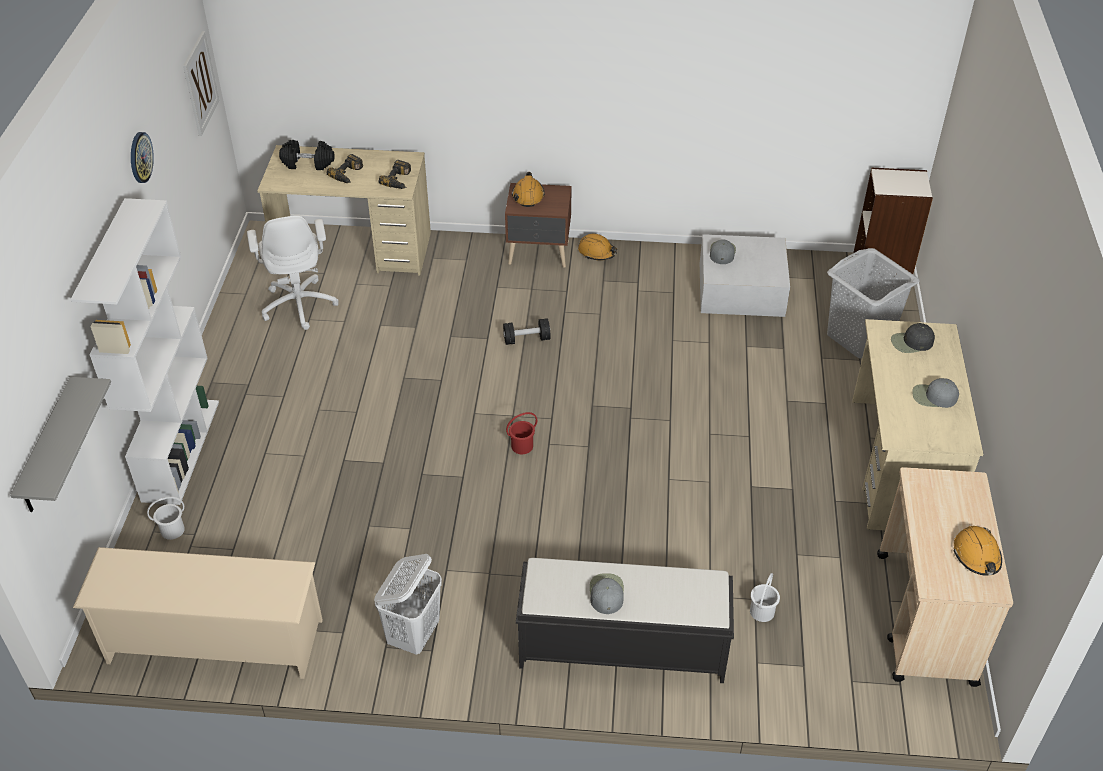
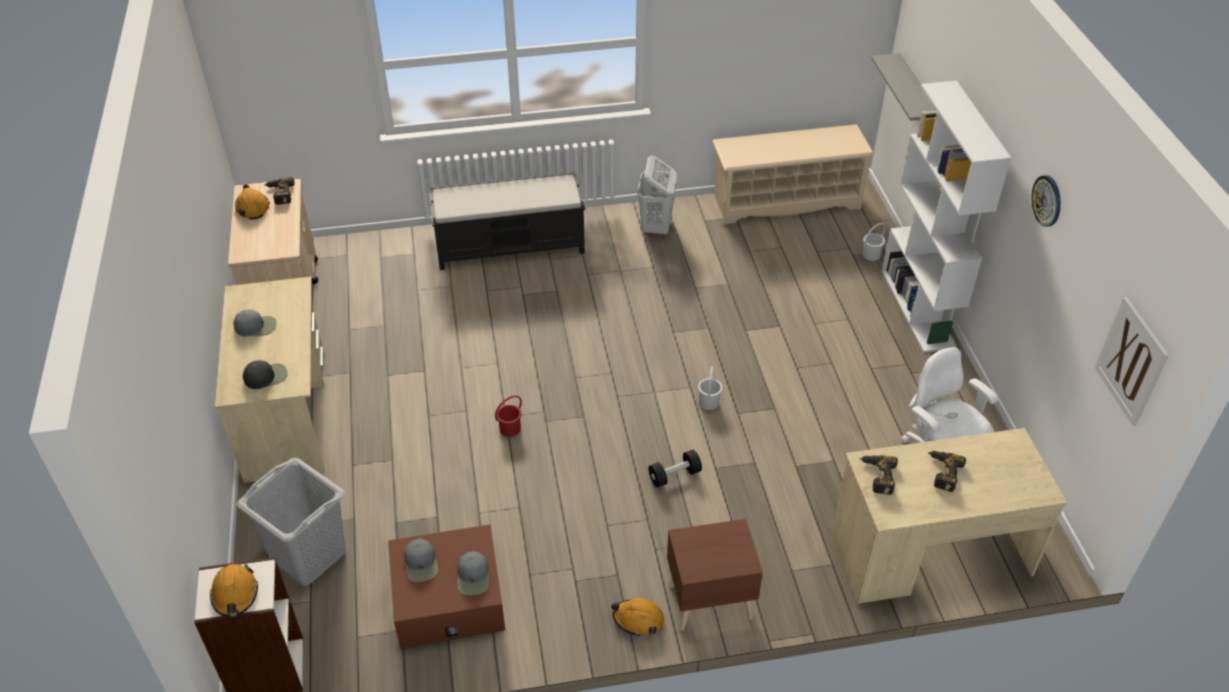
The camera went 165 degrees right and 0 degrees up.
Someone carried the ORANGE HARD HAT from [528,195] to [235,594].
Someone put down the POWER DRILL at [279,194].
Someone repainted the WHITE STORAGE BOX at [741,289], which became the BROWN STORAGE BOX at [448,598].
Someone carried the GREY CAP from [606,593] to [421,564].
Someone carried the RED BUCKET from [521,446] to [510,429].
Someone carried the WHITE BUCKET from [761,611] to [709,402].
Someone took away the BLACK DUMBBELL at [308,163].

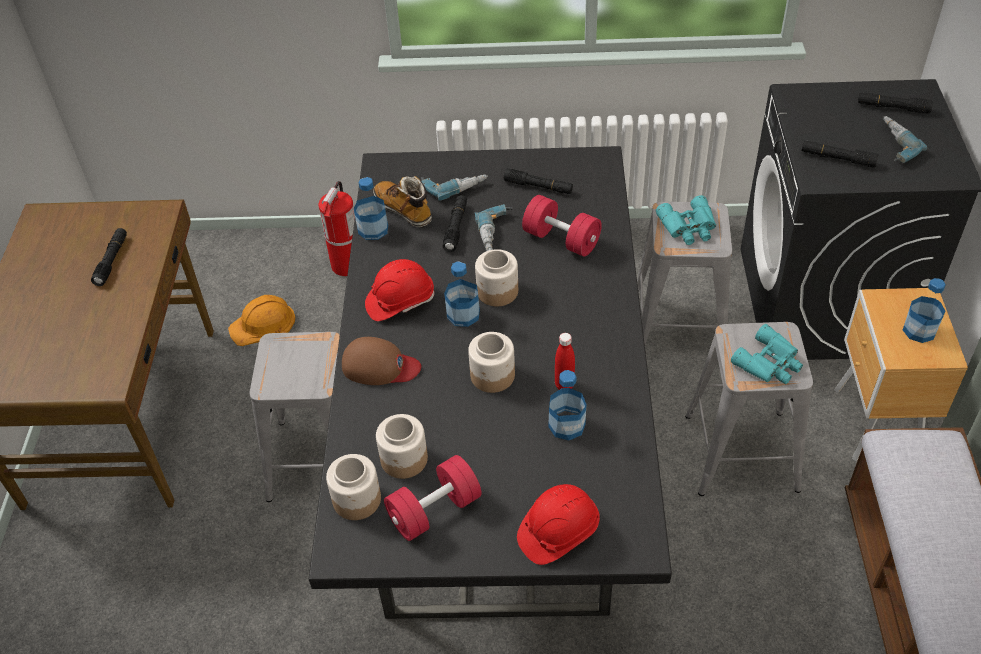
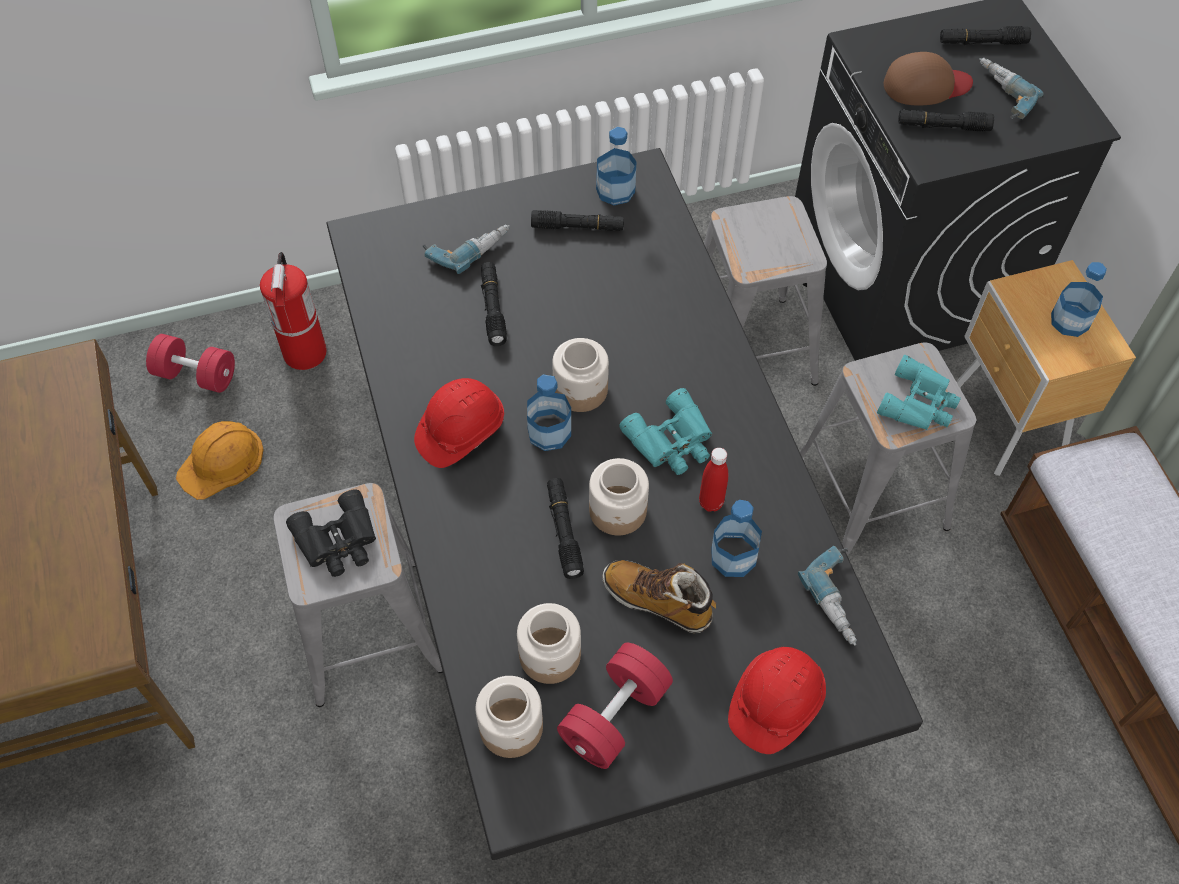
The camera went 20 degrees left and 10 degrees up.
Someone carried the RED DUMBBELL from [561,239] to [196,375].
Someone put down the BLACK BINOCULARS at [338,542].
Someone carried the BLACK FLASHLIGHT from [112,261] to [564,531].
Someone carried the BOTTLE from [373,229] to [615,190].
Someone carried the BOOT from [404,210] to [658,601].
Someone carried the TURQUOISE BINOCULARS from [689,227] to [672,441].
Someone carried the POWER DRILL from [497,235] to [842,599].
Someone carried the BROWN CAP from [380,366] to [925,85].

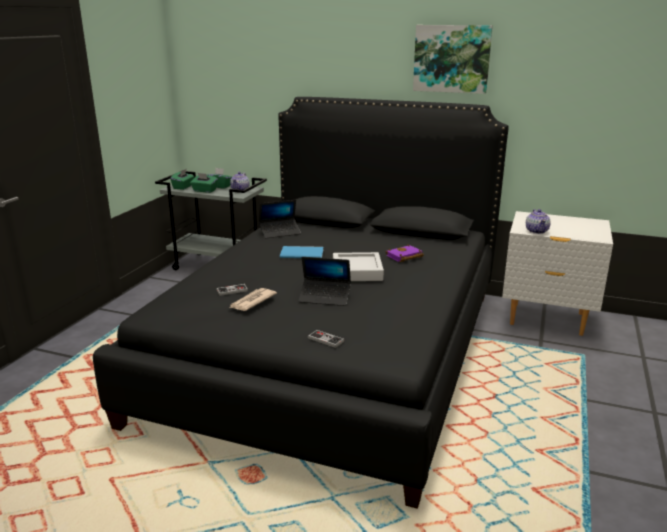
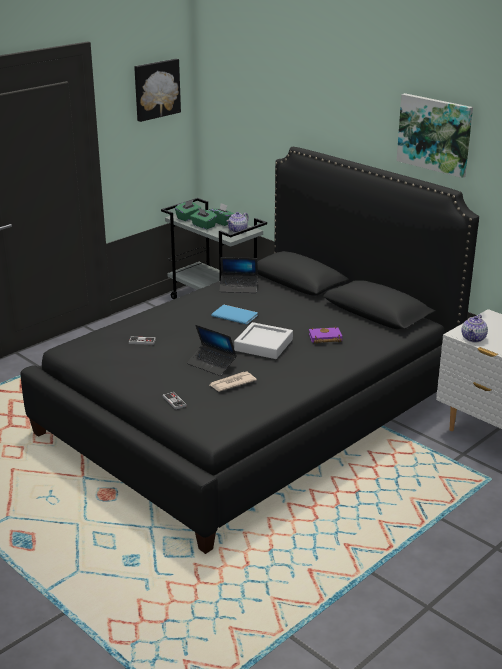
The camera went 25 degrees right and 5 degrees up.
Someone put up the PICTURE at [156,89].
Someone carried the NEWSPAPER from [252,301] to [232,383].

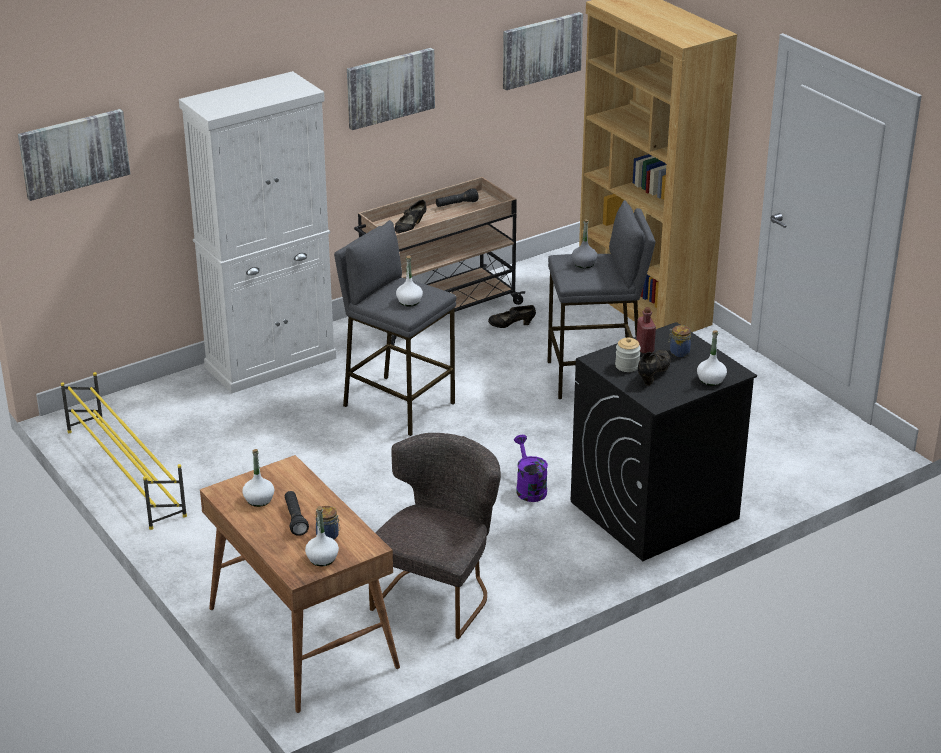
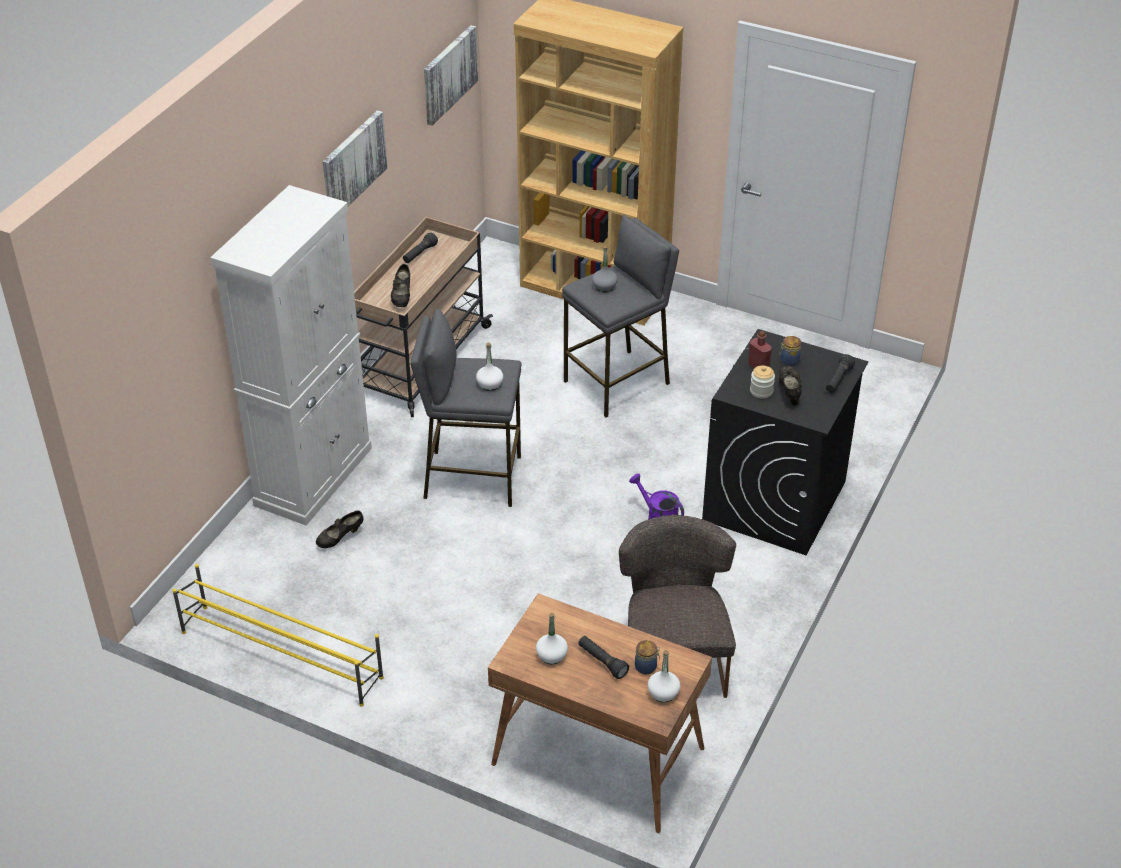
The camera went 30 degrees left and 10 degrees up.
Someone carried the BLACK SHOE from [511,325] to [340,538].
Someone swapped the WHITE BOTTLE at [710,380] for the BLACK FLASHLIGHT at [838,380].
Someone took away the PICTURE at [74,153].

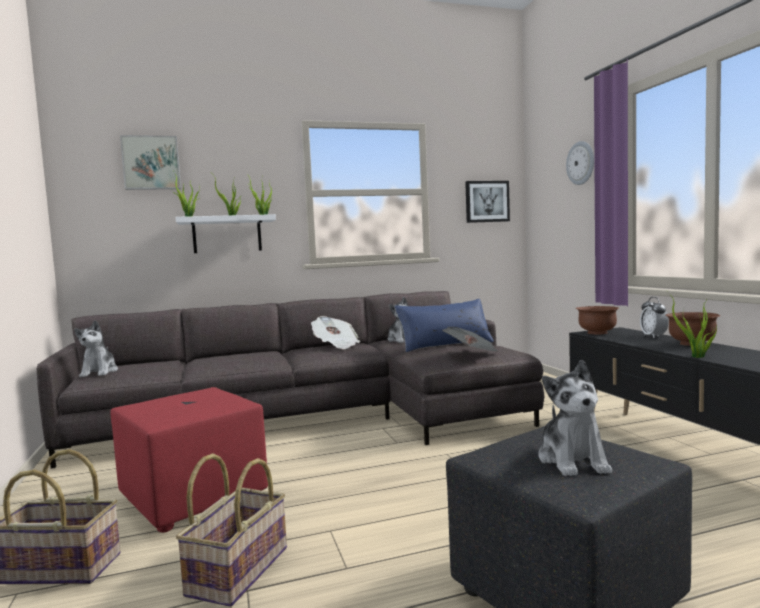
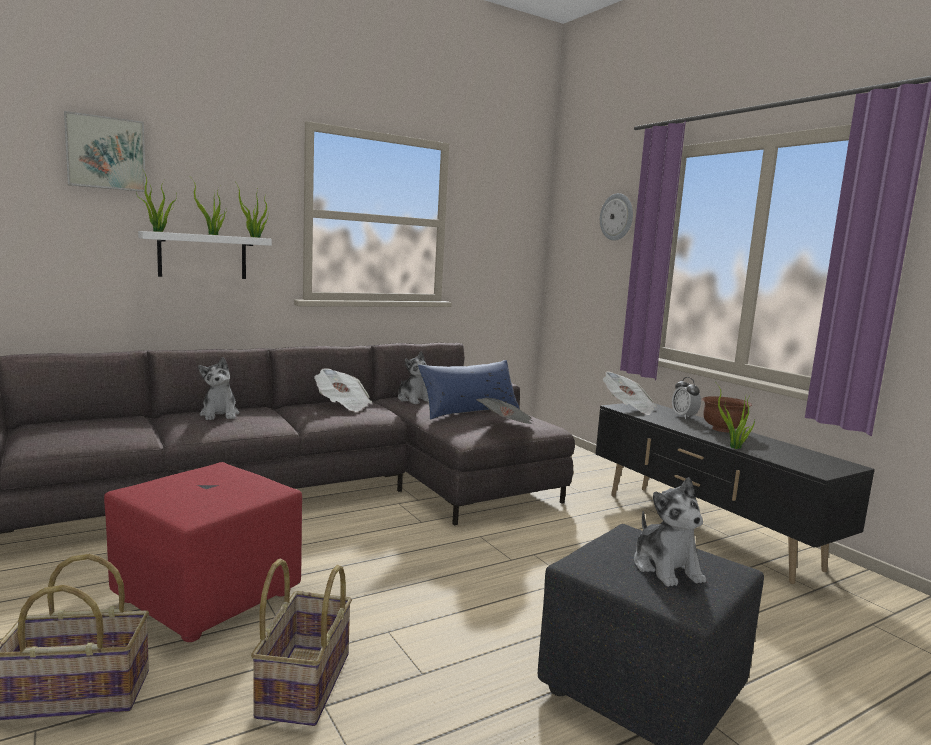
The camera went 15 degrees left and 5 degrees up.
Someone carried the PLUSH TOY from [99,372] to [220,414].
Someone swapped the BROWN BOWL at [597,333] for the NEWSPAPER at [628,408].
Someone took away the PICTURE at [487,201].

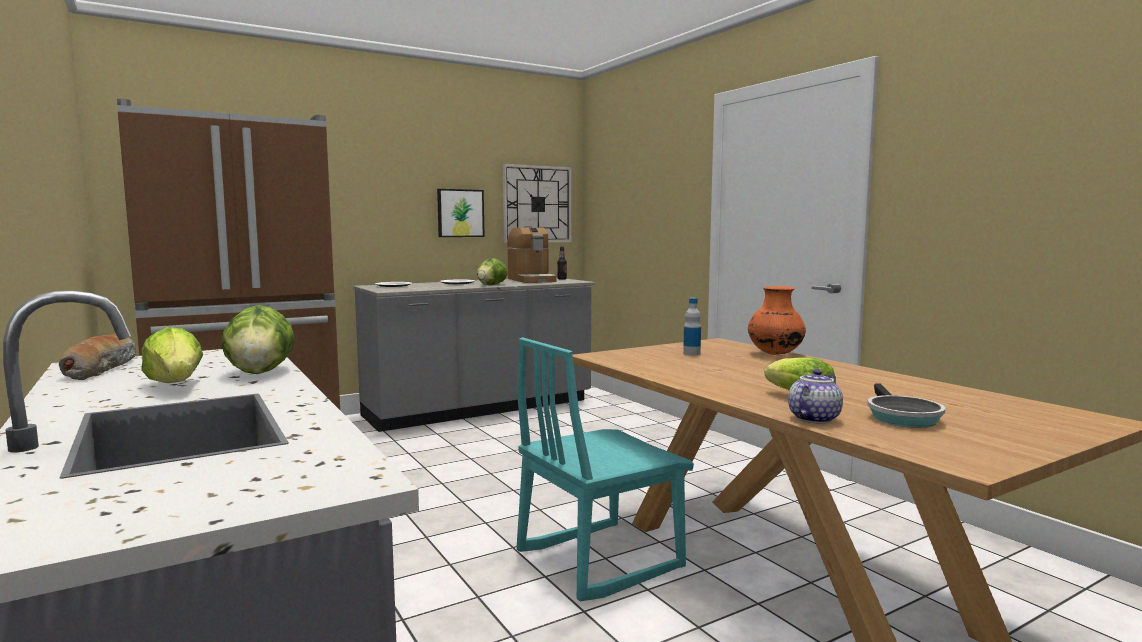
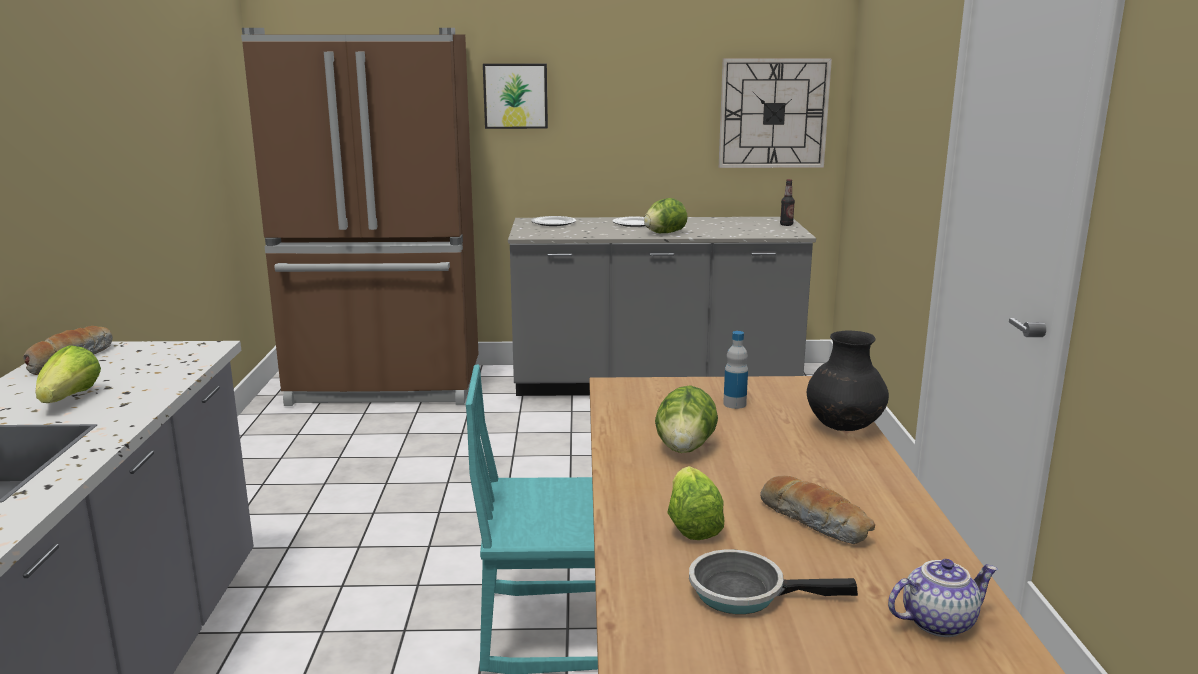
The camera went 30 degrees right and 10 degrees up.
Someone carried the PICTURE from [460,213] to [515,96].
Someone carried the LETTUCE from [260,372] to [685,448].
Someone rotated the FRYING PAN at [901,417] by 60 degrees clockwise.
Someone put down the BREAD at [816,522].
Someone repainted the ORANGE VASE at [775,354], which became the BLACK VASE at [843,427].
Someone carried the TEAPOT from [813,418] to [938,622].
Someone took away the COFFEE MACHINE at [531,280].

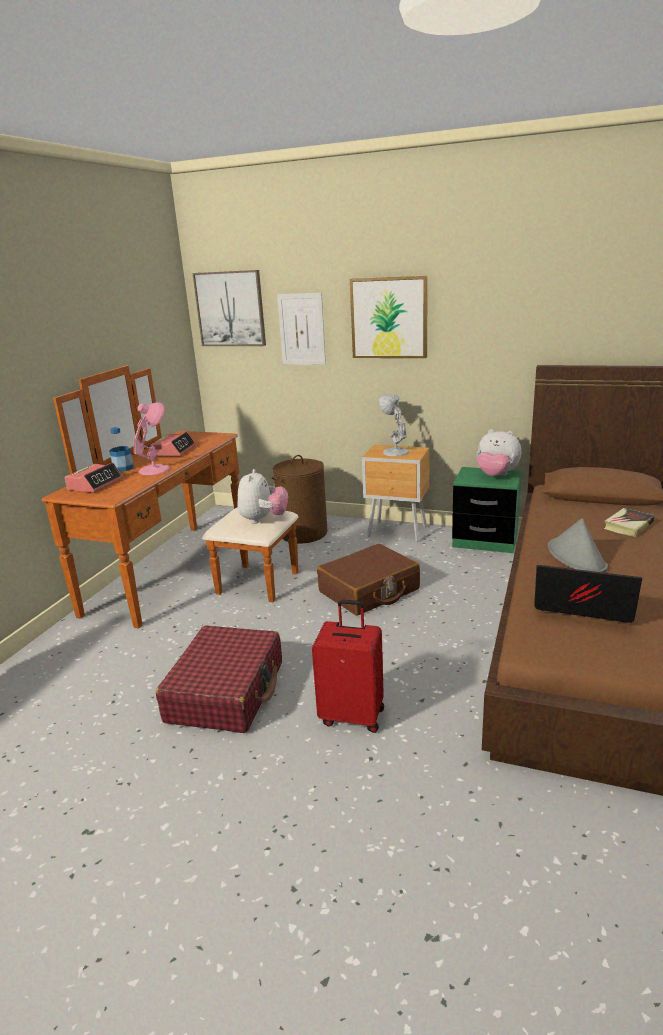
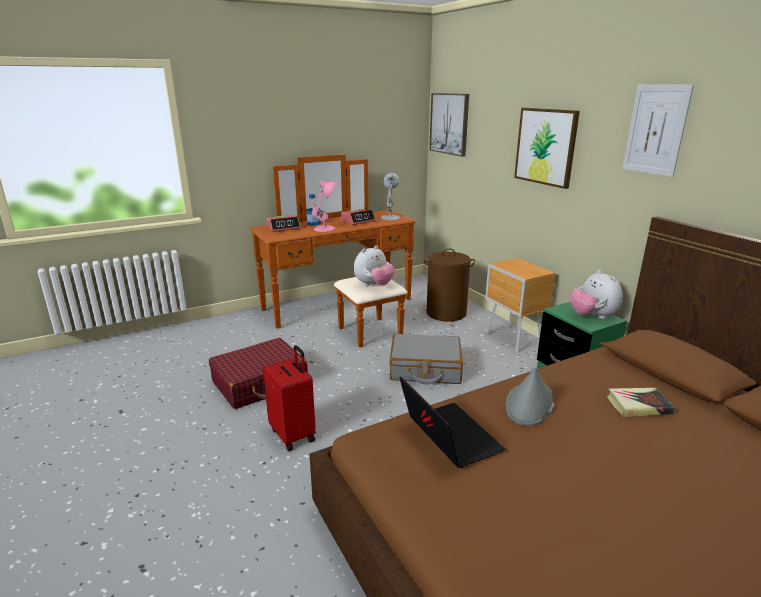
The camera went 40 degrees right and 0 degrees up.
Someone carried the WHITE TABLE LAMP from [394,451] to [390,217].
Someone repainted the BROWN SUITCASE at [369,591], which became the GREY SUITCASE at [425,369].
Someone carried the PICTURE from [302,329] to [655,130].

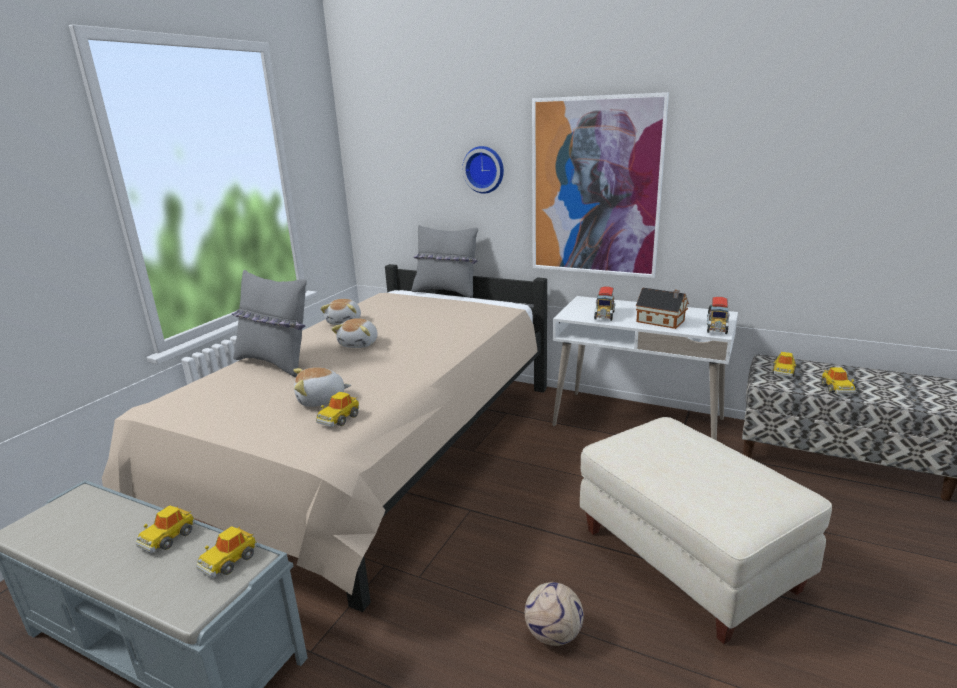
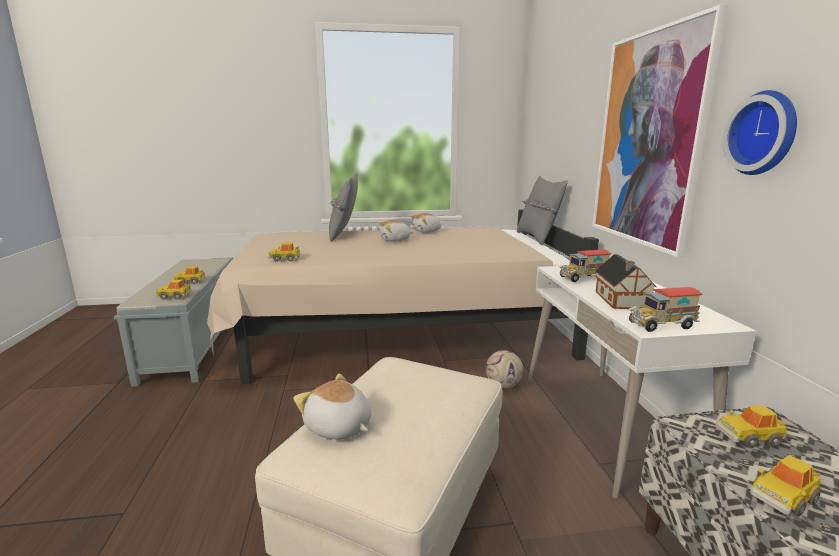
The camera went 55 degrees right and 5 degrees down.
Someone carried the PLUSH TOY from [321,400] to [338,427].
Someone carried the FOOTBALL from [554,635] to [503,385].
Someone carried the WALL CLOCK from [484,169] to [764,133].

